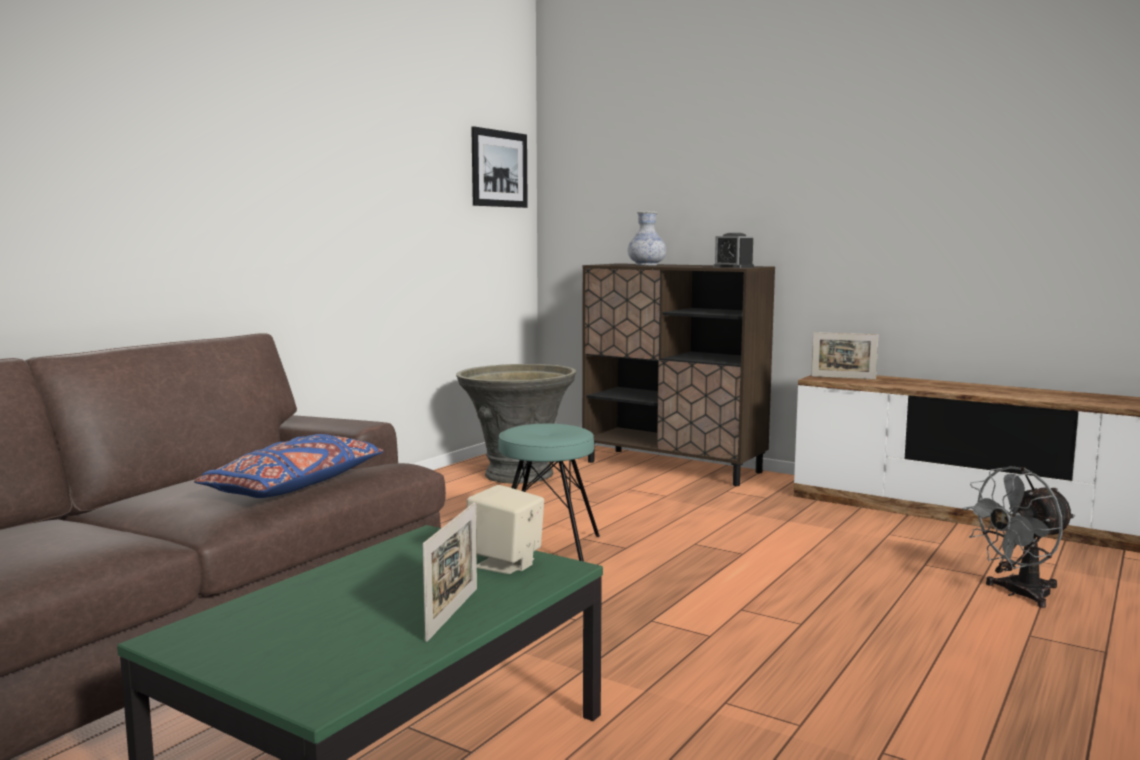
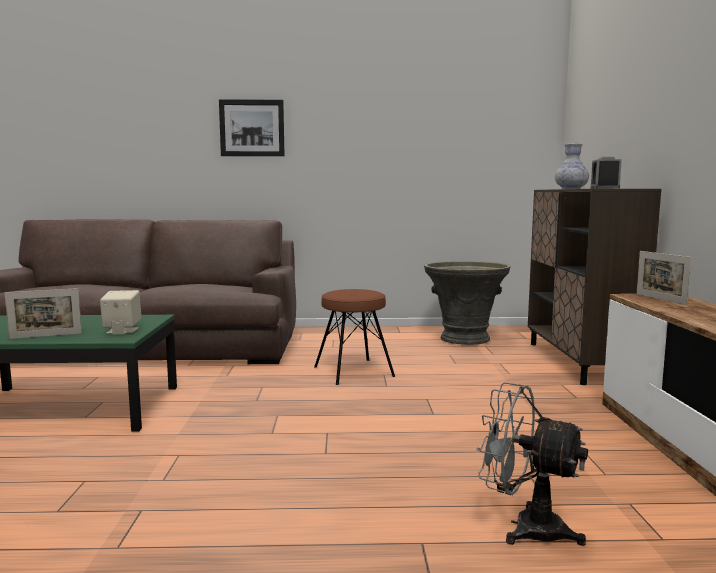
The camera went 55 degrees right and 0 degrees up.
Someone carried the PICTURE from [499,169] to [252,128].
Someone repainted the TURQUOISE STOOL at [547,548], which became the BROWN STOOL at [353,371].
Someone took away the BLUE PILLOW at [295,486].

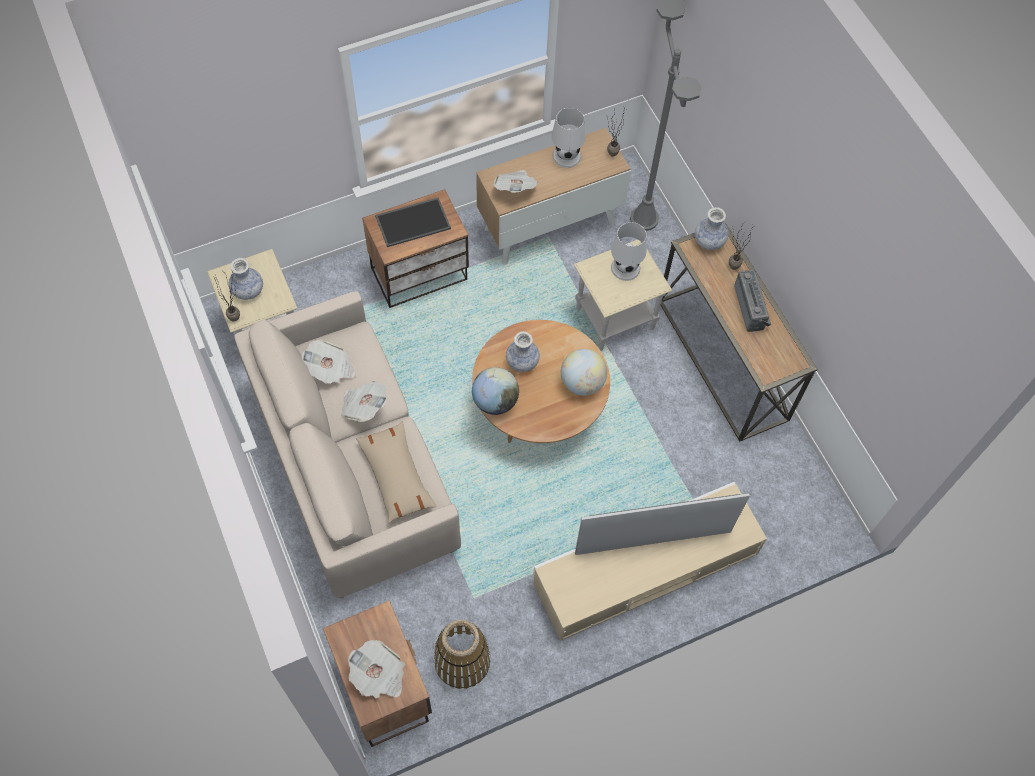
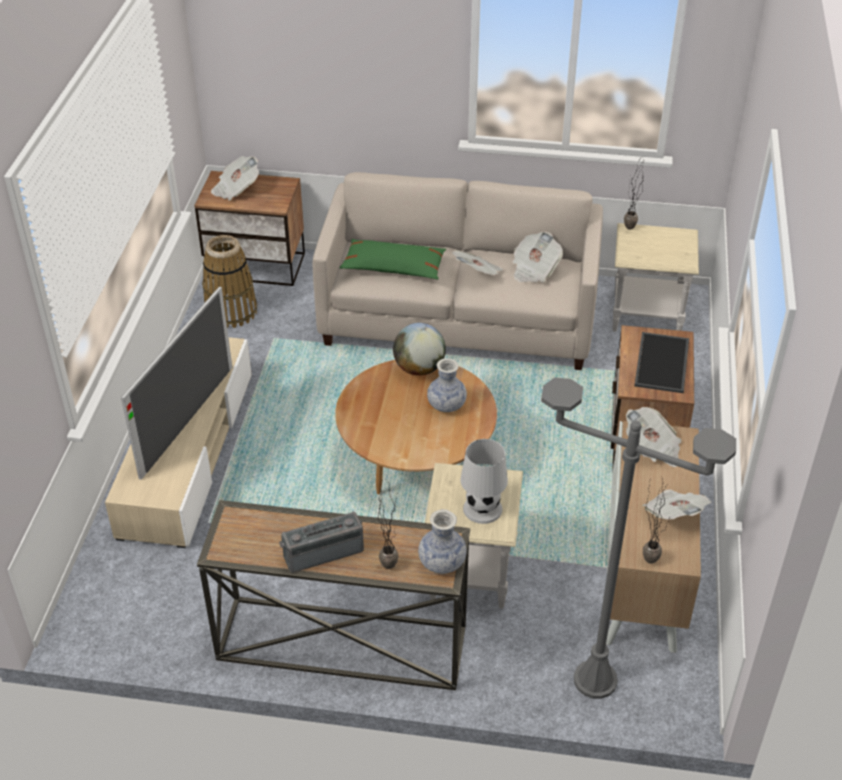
The camera went 125 degrees right and 20 degrees down.
Someone rotated the RADIO at [751,307] by 135 degrees clockwise.
Someone repainted the BEIGE PILLOW at [396,476], which became the GREEN PILLOW at [393,268].
Someone swapped the WHITE TABLE LAMP at [566,156] for the NEWSPAPER at [673,515].
Someone took away the VASE at [248,290].
Someone took away the GLOBE at [582,383].

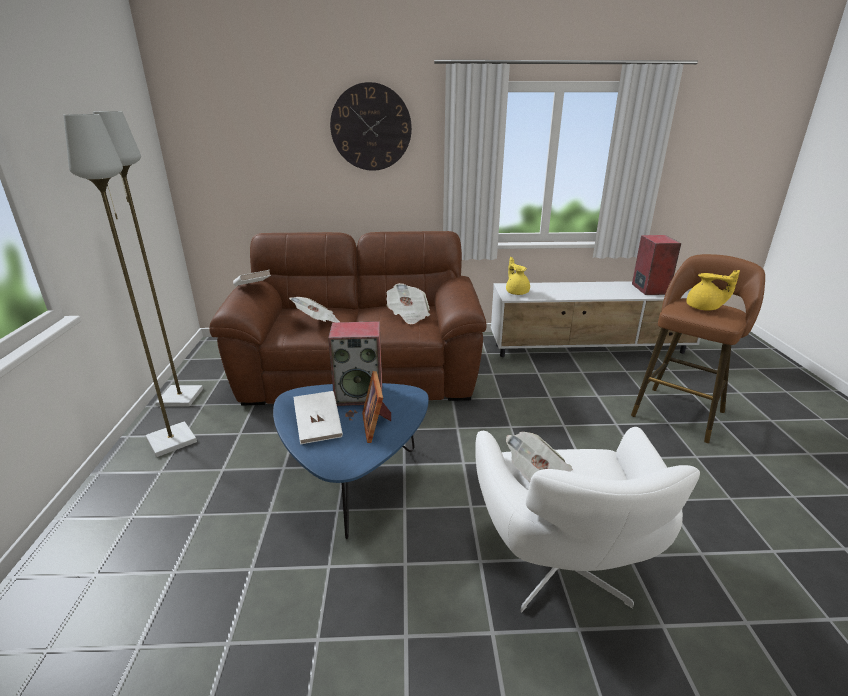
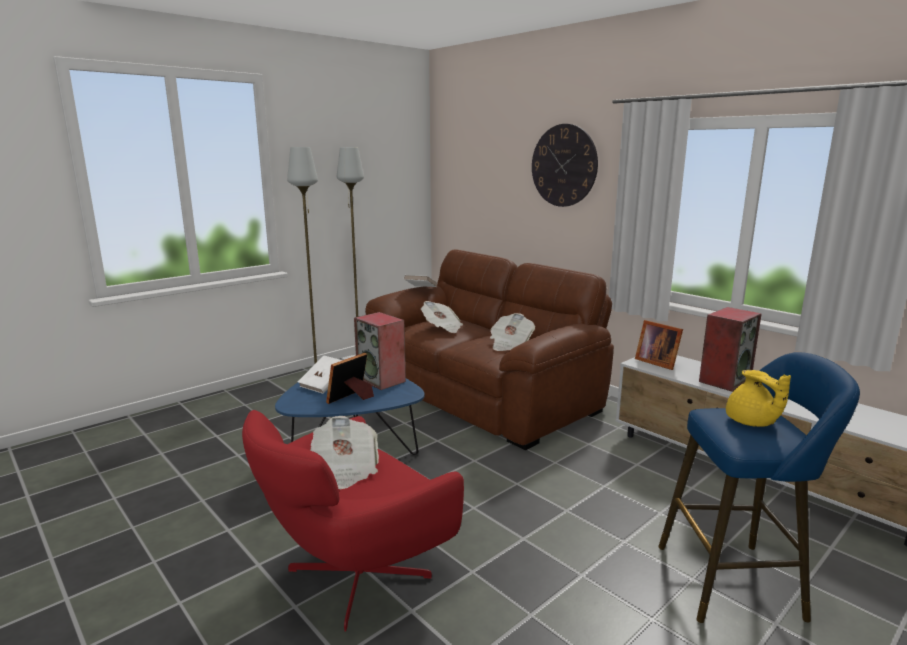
The camera went 50 degrees right and 10 degrees down.
Someone repainted the WHITE ARMCHAIR at [563,570], which became the RED ARMCHAIR at [354,577].
Someone swapped the YELLOW TEAPOT at [516,292] for the PICTURE FRAME at [656,362].
Someone repainted the BROWN STOOL at [679,411], which became the BLUE STOOL at [736,581].
Someone carried the SPEAKER from [649,289] to [724,380].

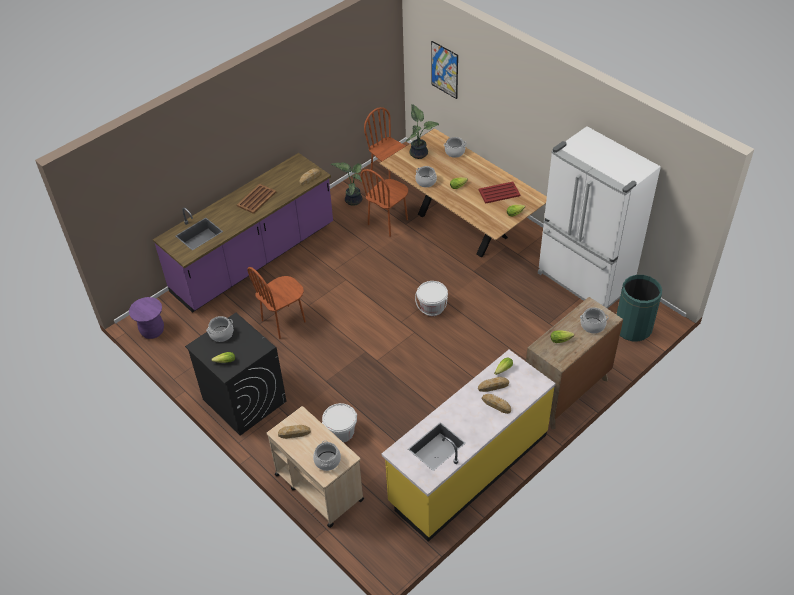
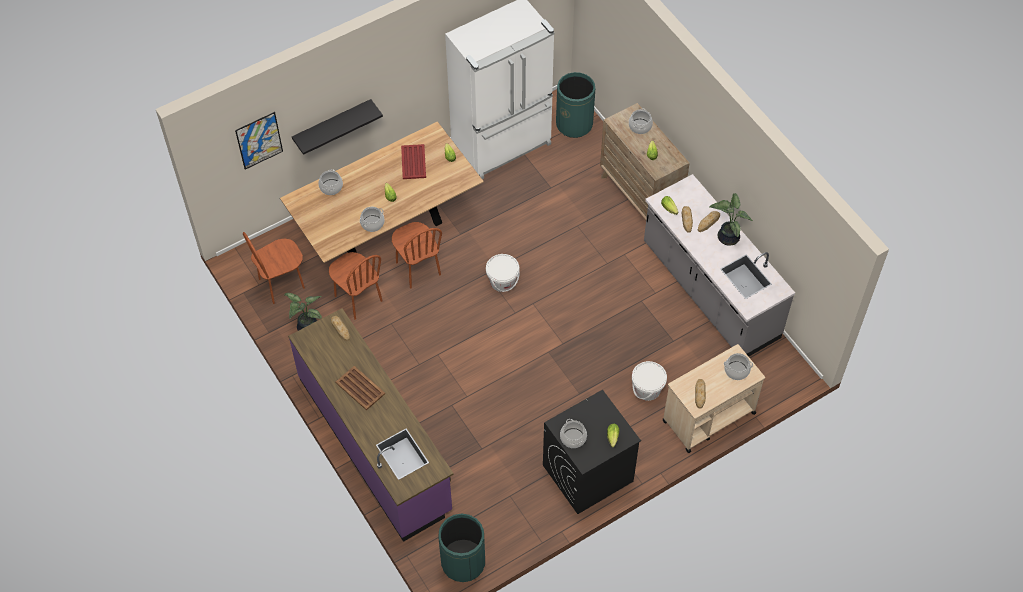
The camera went 80 degrees left and 10 degrees up.
Someone put up the BLACK SHELF at [332,124].
Someone carried the BROWN CHAIR from [283,321] to [418,269].
Someone swapped the PURPLE STOOL at [152,331] for the GREEN TRASH CAN at [463,562].
Someone repainted the YELLOW COUNTER at [468,468], which became the GREY COUNTER at [709,291].
Someone carried the POTTED PLANT from [419,153] to [727,236].

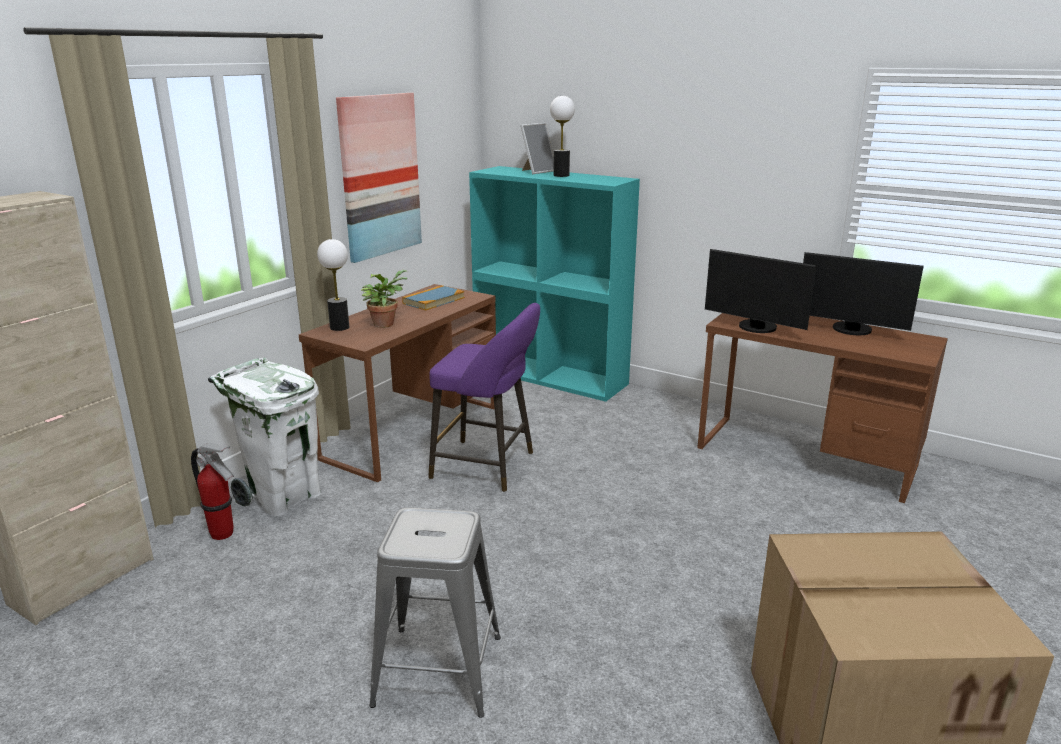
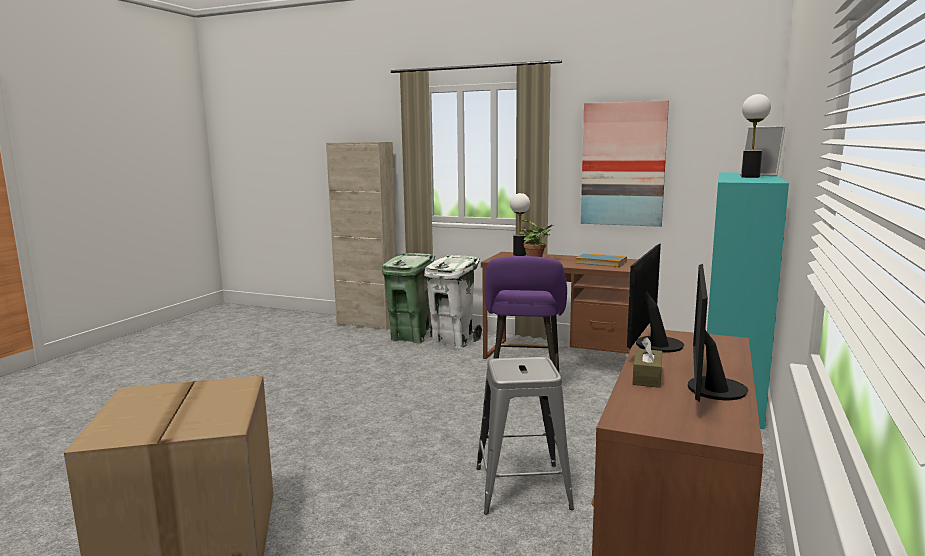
The camera went 80 degrees right and 10 degrees down.
Someone swapped the FIRE EXTINGUISHER at [223,534] for the GREEN TRASH CAN at [411,337].
Someone carried the GREY STOOL from [439,670] to [522,488].
Someone put down the BROWN TISSUE BOX at [647,377].

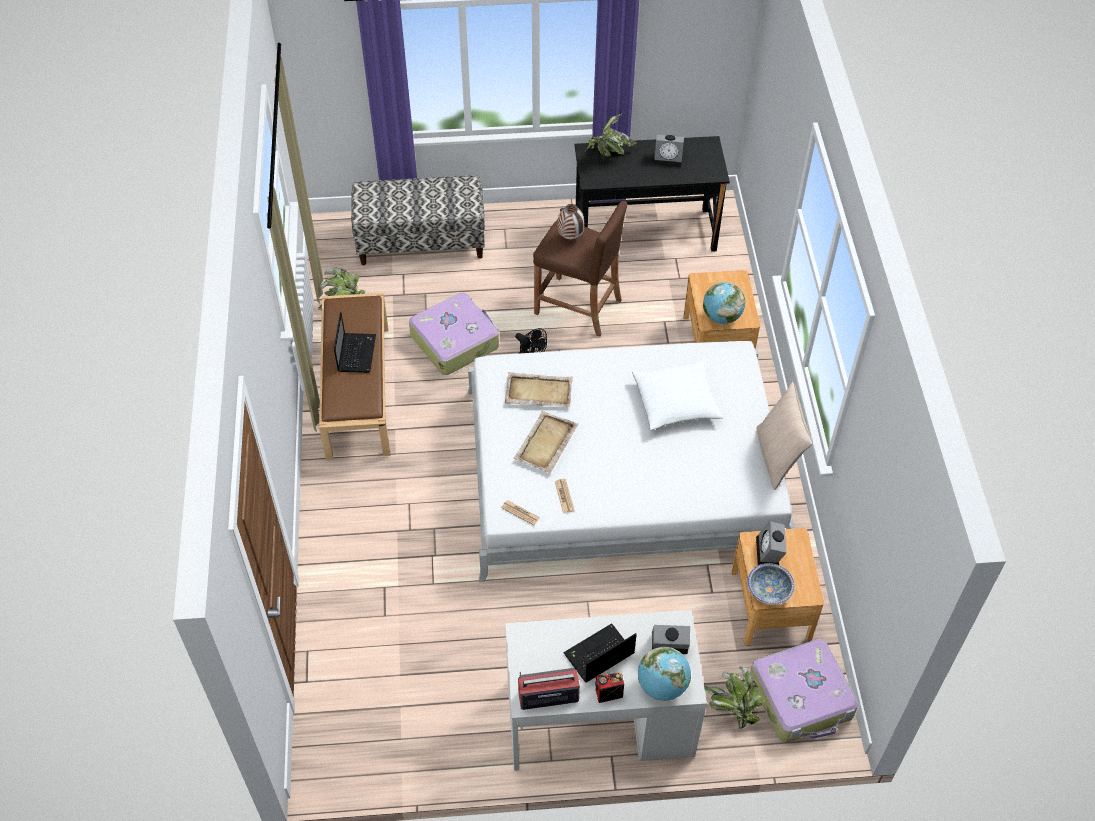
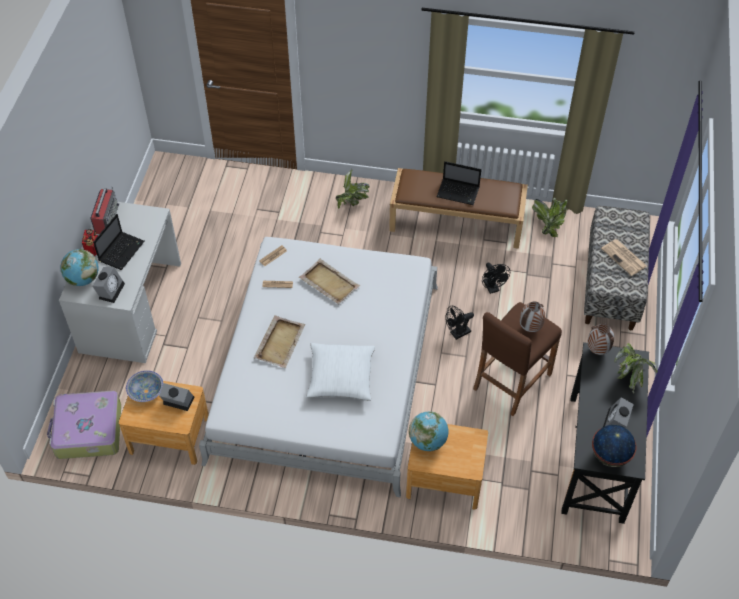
The camera went 105 degrees right and 0 degrees up.
Someone rotated the LAPTOP at [598,655] by 45 degrees clockwise.
Someone carried the BEIGE TRAY from [538,391] to [280,342].
Someone carried the POTTED PLANT from [731,707] to [353,201].
Someone swapped the SUITCASE at [455,341] for the BLACK FAN at [492,288].
Someone put down the VASE at [598,350].
Someone put down the GLOBE at [610,455].
Someone put down the NEWSPAPER at [624,258].
Someone took away the BEIGE PILLOW at [778,457].

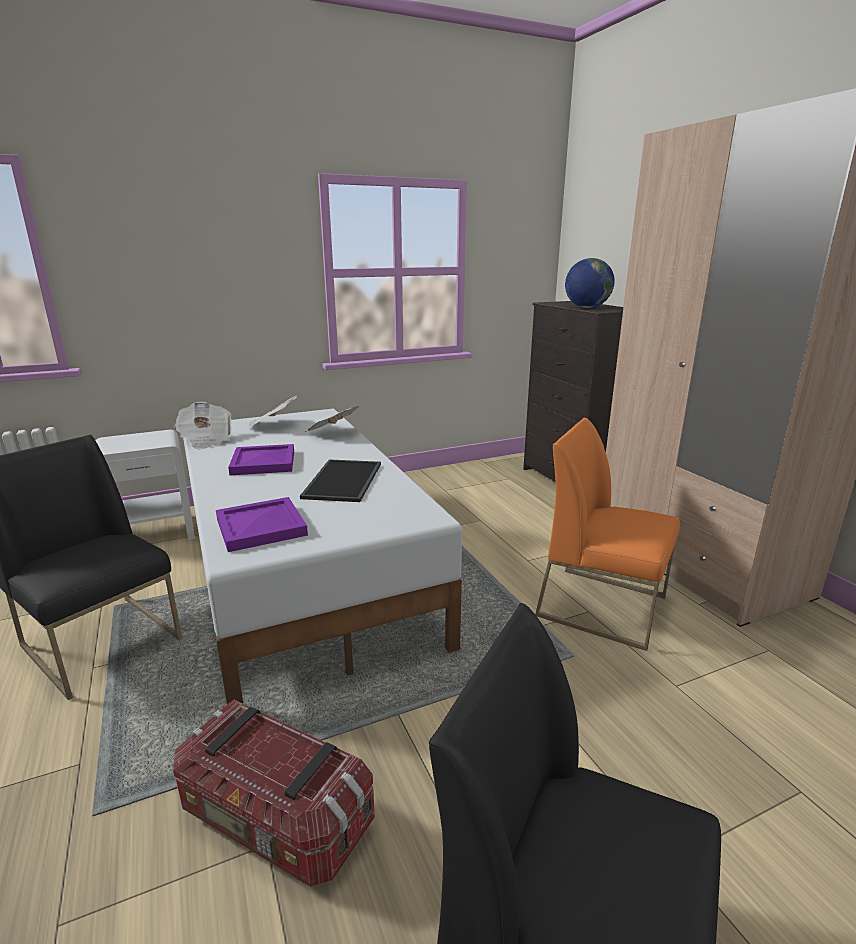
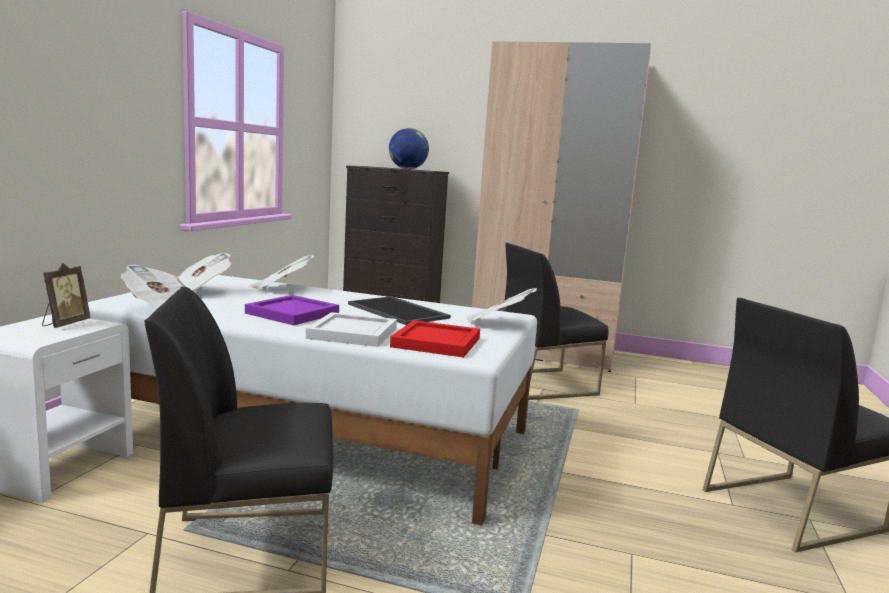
The camera went 50 degrees left and 10 degrees down.
Someone put down the PICTURE FRAME at [64,324].
Someone put down the WHITE TRAY at [353,333].
Someone repainted the PURPLE TRAY at [260,528], which became the RED TRAY at [437,343].
Someone put down the NEWSPAPER at [497,324].
Someone repainted the ORANGE CHAIR at [603,606], which became the BLACK CHAIR at [544,384].
Someone took away the STORAGE BOX at [275,819].

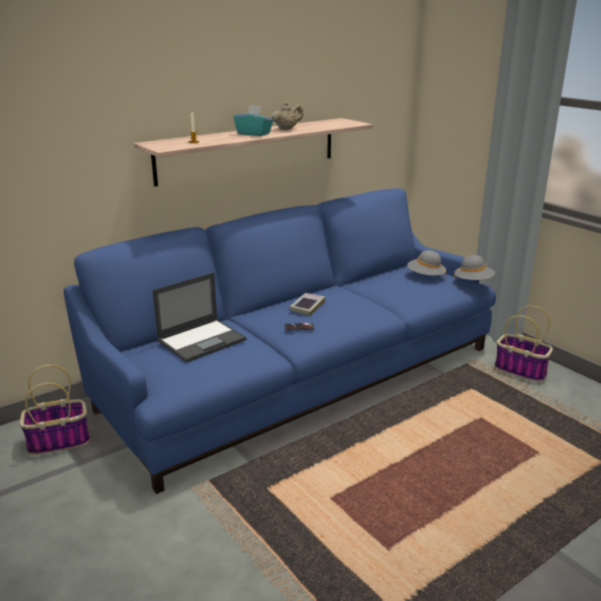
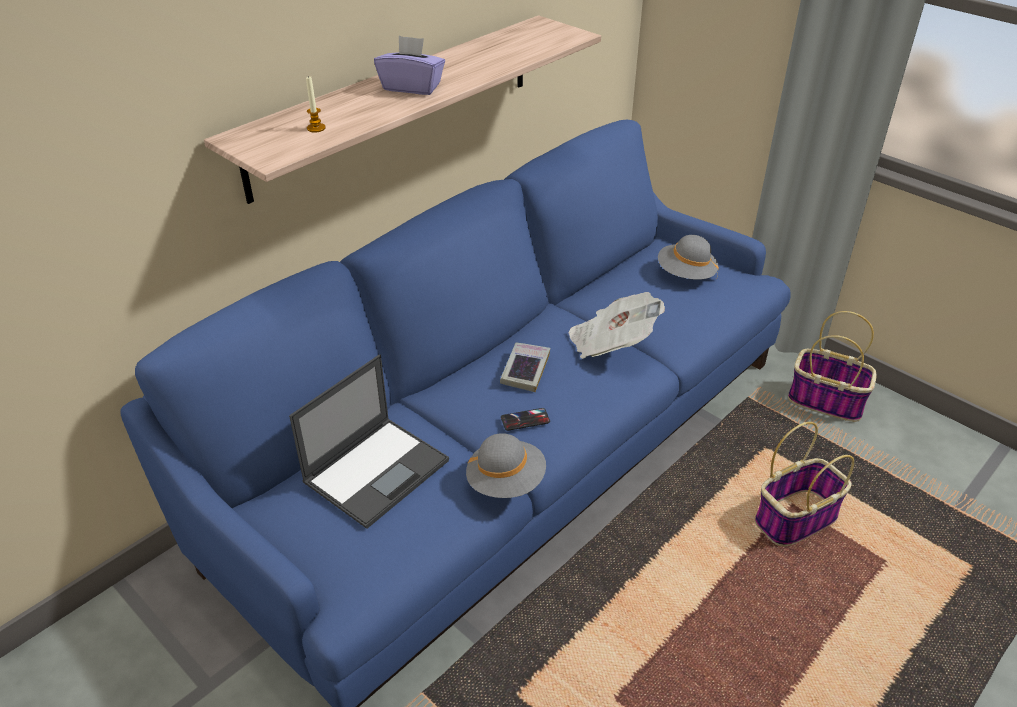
The camera went 10 degrees left and 15 degrees up.
Someone repainted the TURQUOISE TISSUE BOX at [254,133], which became the PURPLE TISSUE BOX at [412,87].
Someone carried the GREY HAT from [473,282] to [506,481].
Someone put down the NEWSPAPER at [611,343].
Someone carried the BASKET from [60,441] to [796,518].
Someone took away the BEIGE TEAPOT at [287,129].

